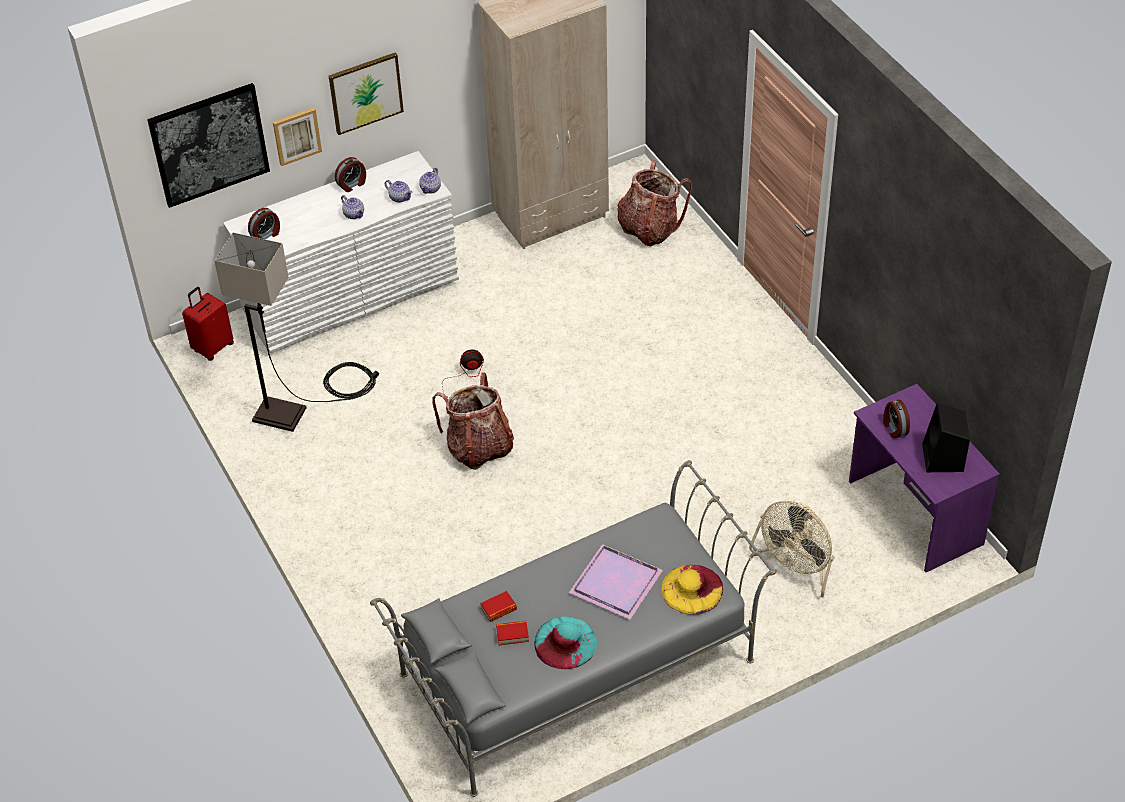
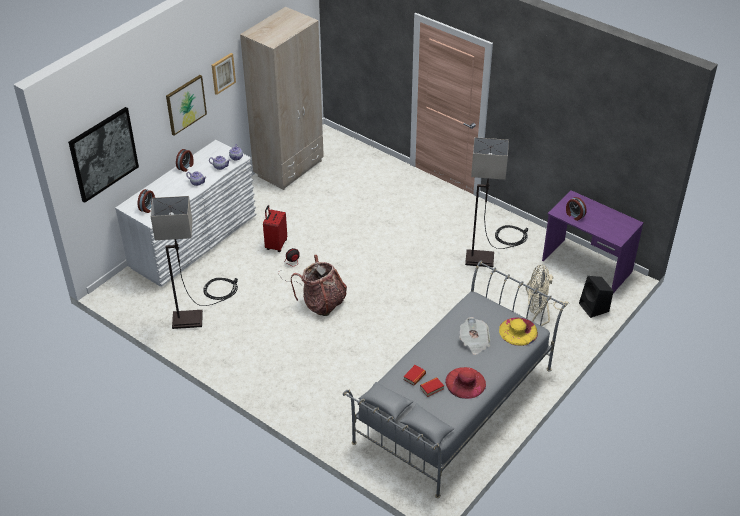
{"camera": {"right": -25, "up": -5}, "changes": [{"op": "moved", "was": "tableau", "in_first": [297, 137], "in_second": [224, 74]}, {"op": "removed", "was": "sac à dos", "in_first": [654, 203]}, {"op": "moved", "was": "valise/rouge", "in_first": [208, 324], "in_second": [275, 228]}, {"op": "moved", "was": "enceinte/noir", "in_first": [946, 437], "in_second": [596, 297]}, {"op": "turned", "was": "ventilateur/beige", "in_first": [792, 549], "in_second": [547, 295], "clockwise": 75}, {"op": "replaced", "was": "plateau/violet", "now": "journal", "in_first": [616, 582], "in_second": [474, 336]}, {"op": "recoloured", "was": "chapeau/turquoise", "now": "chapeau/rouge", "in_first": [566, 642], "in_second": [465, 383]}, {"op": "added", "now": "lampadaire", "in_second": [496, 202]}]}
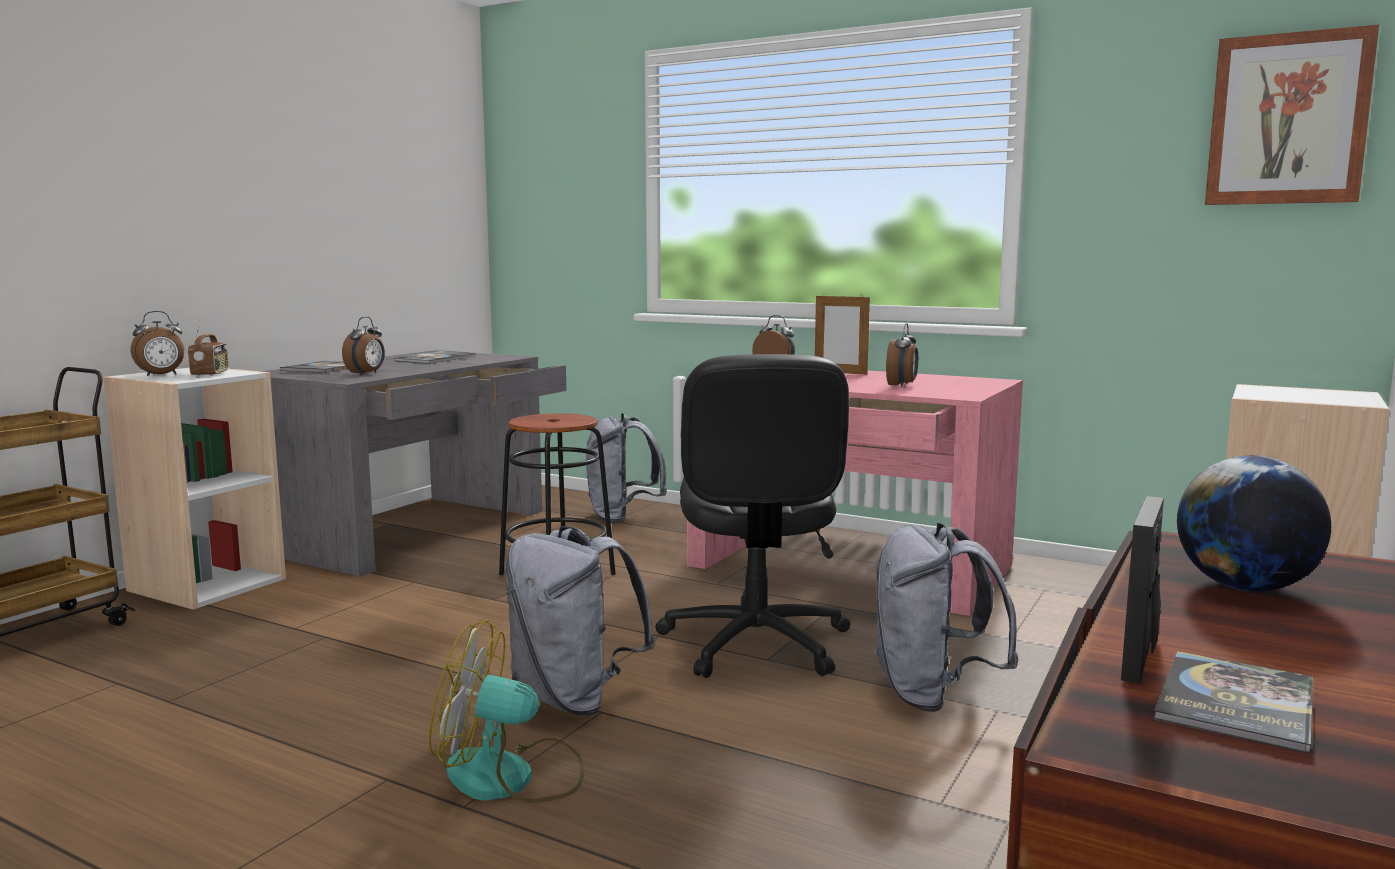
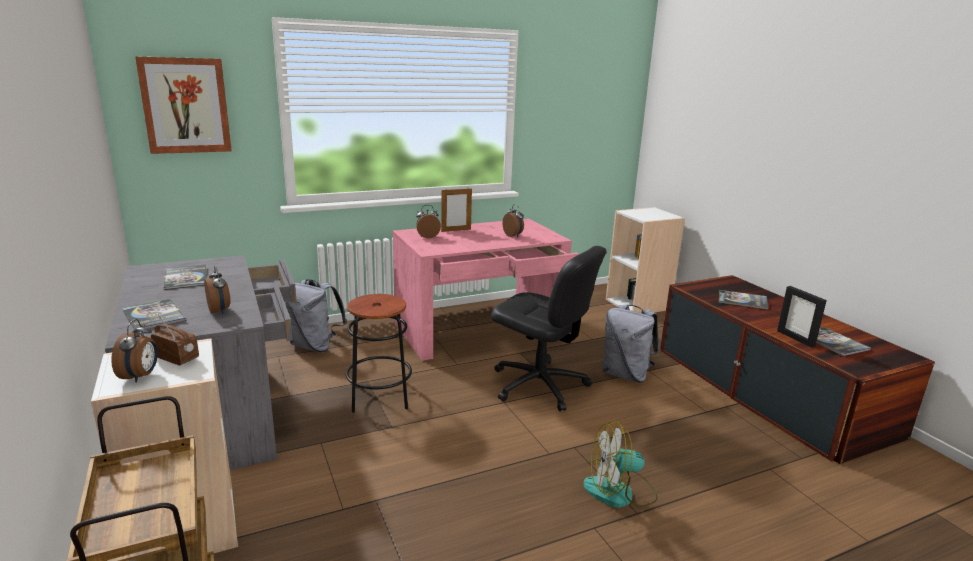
{"camera": {"right": -55, "up": 10}, "changes": [{"op": "moved", "was": "tableau", "in_first": [1292, 115], "in_second": [183, 105]}, {"op": "replaced", "was": "globe", "now": "livre", "in_first": [1254, 523], "in_second": [744, 300]}, {"op": "removed", "was": "sac à dos/gris", "in_first": [580, 620]}, {"op": "turned", "was": "ventilateur", "in_first": [506, 711], "in_second": [620, 464], "clockwise": 45}]}
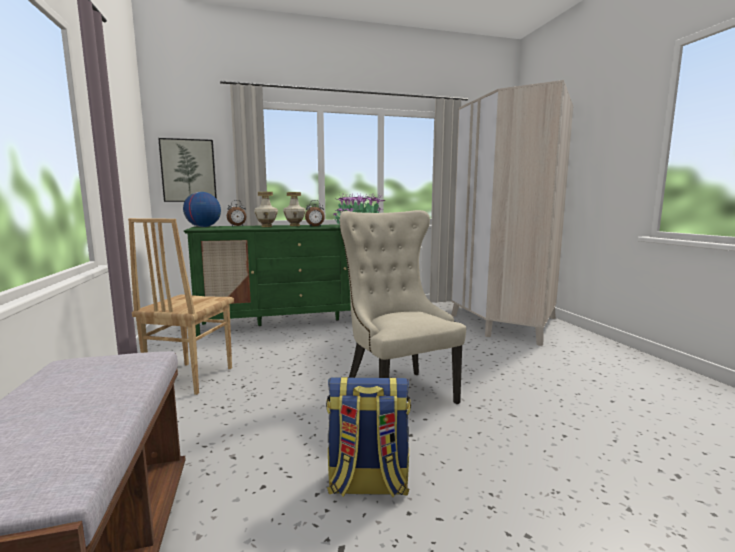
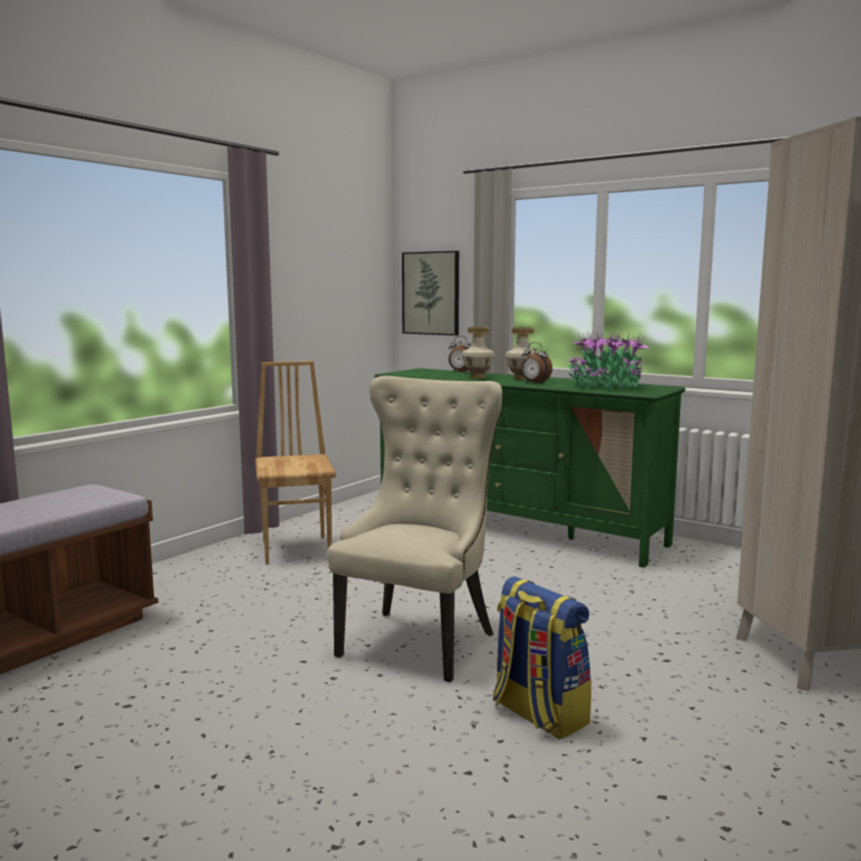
{"camera": {"right": 50, "up": 0}, "changes": [{"op": "removed", "was": "globe", "in_first": [202, 209]}, {"op": "turned", "was": "chaise/marron", "in_first": [181, 306], "in_second": [295, 463], "clockwise": 105}, {"op": "moved", "was": "sac à dos", "in_first": [368, 437], "in_second": [542, 658]}]}
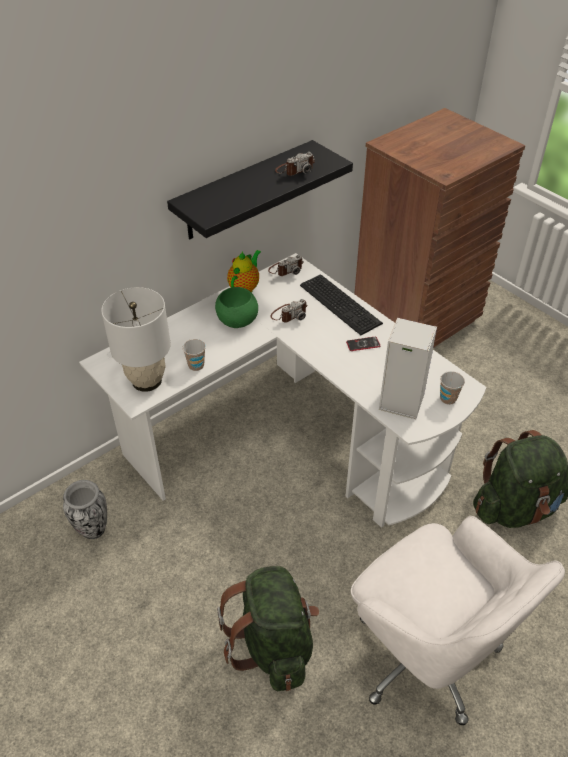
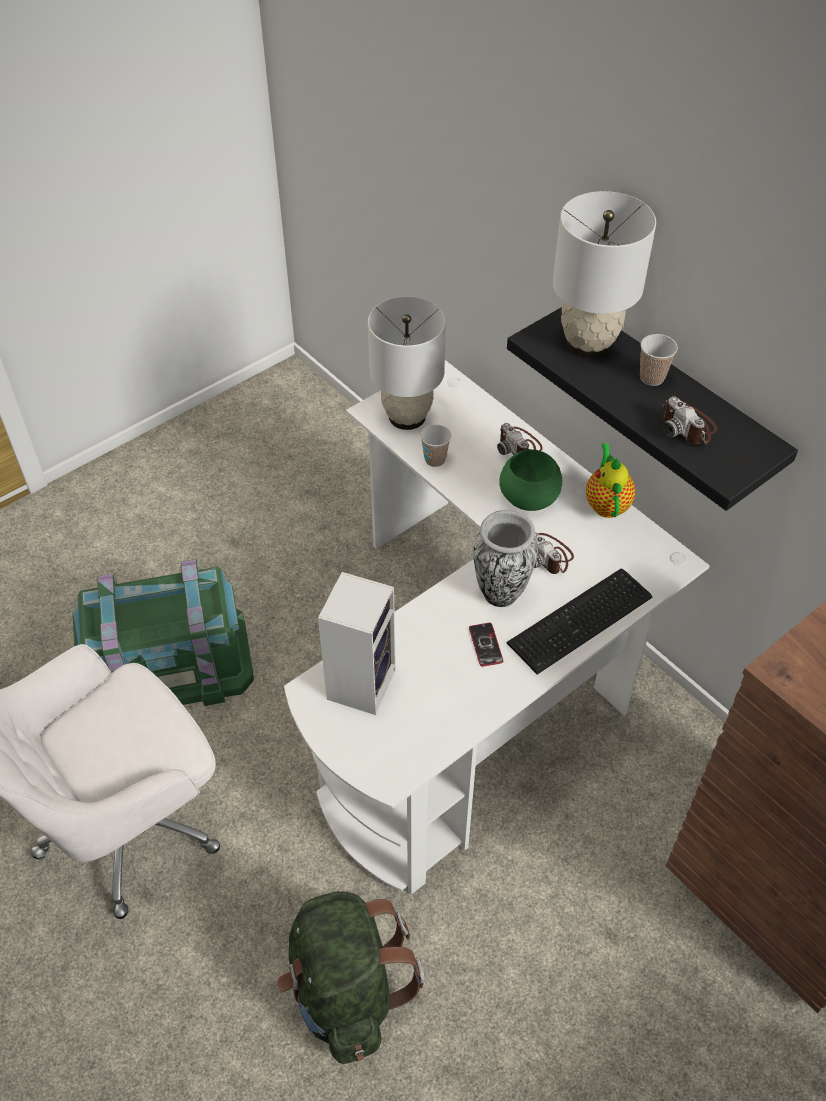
{"camera": {"right": 90, "up": 5}, "changes": [{"op": "turned", "was": "théière", "in_first": [244, 271], "in_second": [610, 480], "clockwise": -120}, {"op": "moved", "was": "appareil photo", "in_first": [286, 265], "in_second": [520, 439]}, {"op": "moved", "was": "tasse", "in_first": [452, 388], "in_second": [659, 360]}, {"op": "moved", "was": "vase", "in_first": [85, 509], "in_second": [505, 558]}, {"op": "replaced", "was": "sac à dos/vert", "now": "boîte de rangement/vert", "in_first": [268, 628], "in_second": [163, 632]}, {"op": "added", "now": "lampe de table/blanc", "in_second": [604, 274]}]}
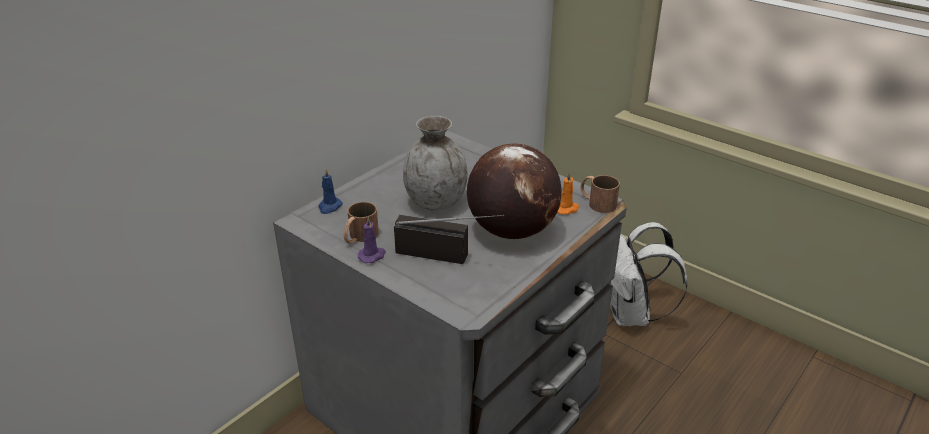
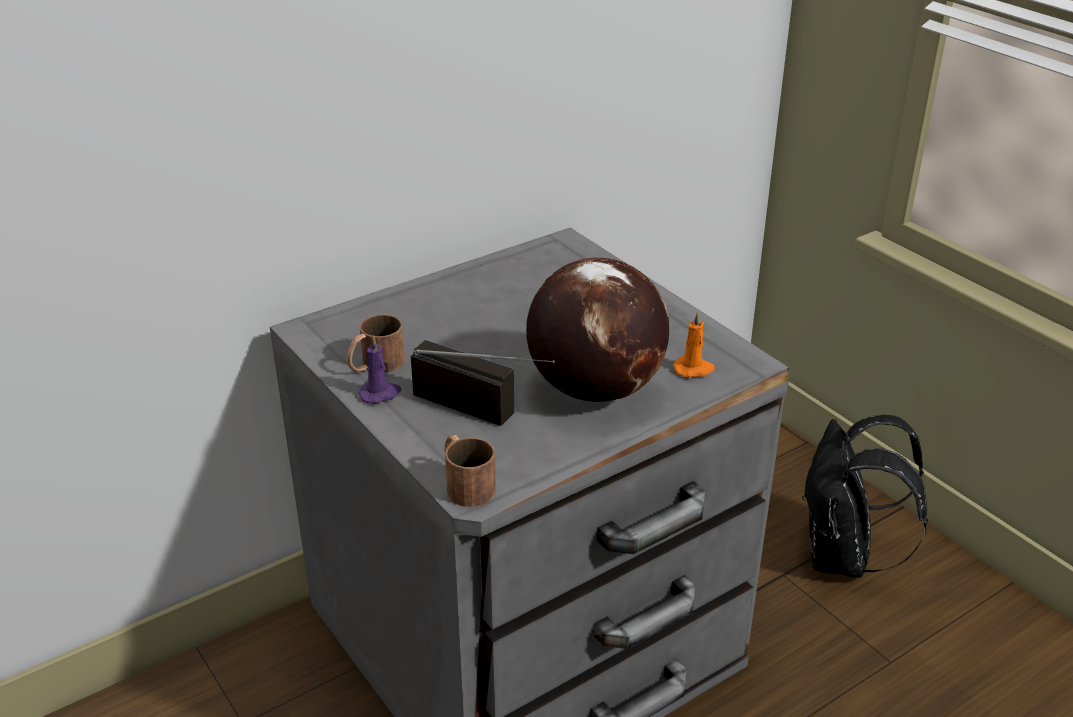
{"camera": {"right": 15, "up": 0}, "changes": [{"op": "removed", "was": "vase/gris", "in_first": [435, 163]}, {"op": "removed", "was": "bougie/bleu", "in_first": [330, 191]}, {"op": "moved", "was": "mug/marron", "in_first": [600, 194], "in_second": [470, 471]}, {"op": "recoloured", "was": "sac à dos/blanc", "now": "sac à dos/noir", "in_first": [649, 274], "in_second": [865, 496]}]}
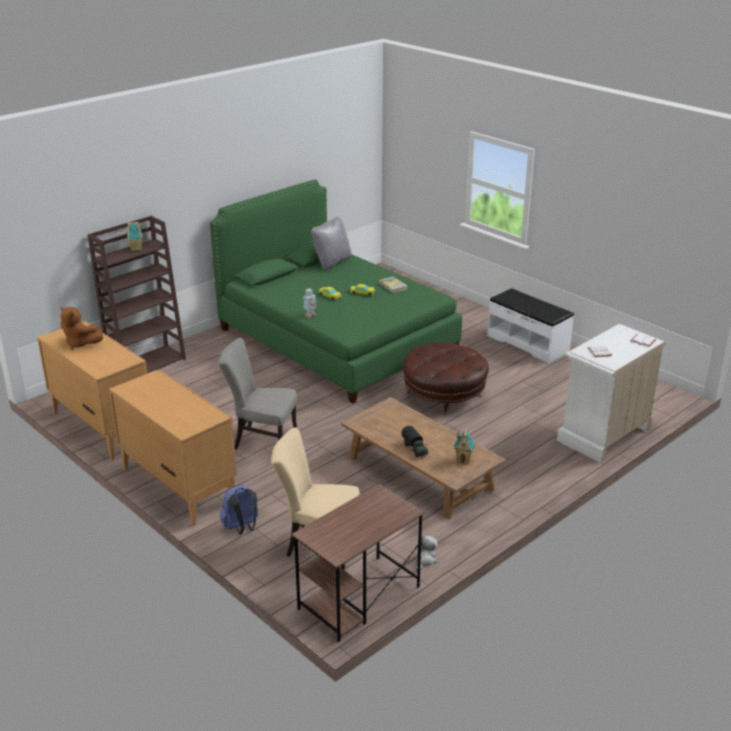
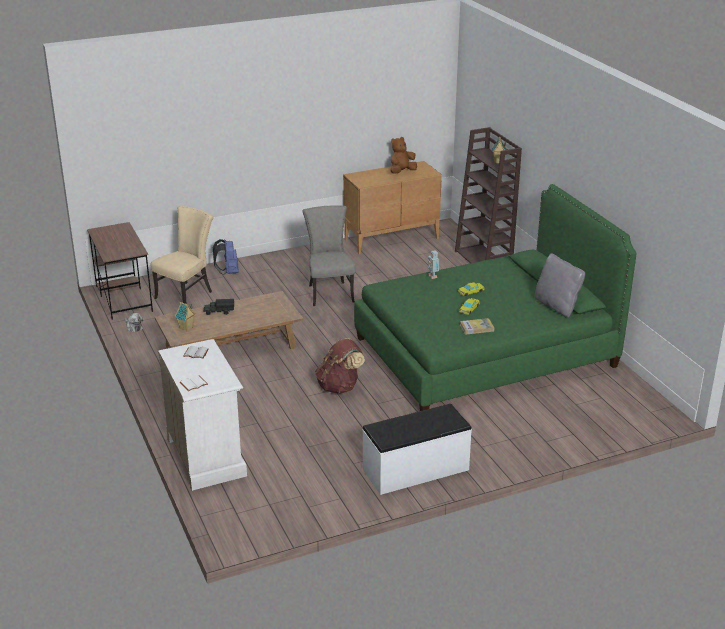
{"camera": {"right": 110, "up": 0}, "changes": [{"op": "turned", "was": "chaise/gris", "in_first": [257, 394], "in_second": [329, 256], "clockwise": -45}, {"op": "replaced", "was": "pouf/marron", "now": "sac à dos/marron", "in_first": [446, 378], "in_second": [340, 365]}, {"op": "removed", "was": "meuble de rangement/marron", "in_first": [173, 448]}]}
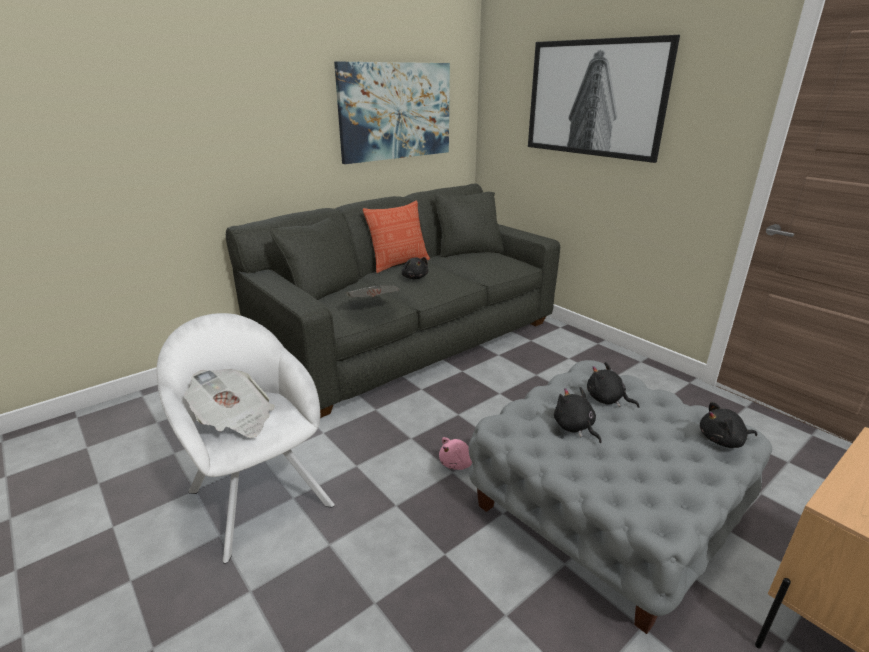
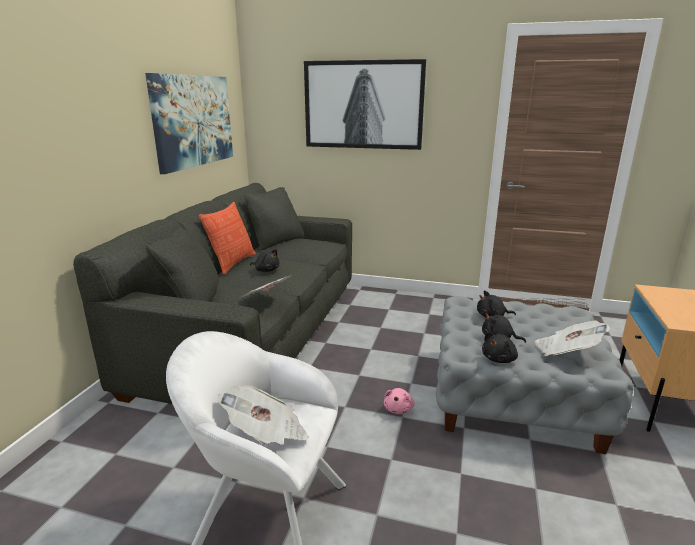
{"camera": {"right": -35, "up": -5}, "changes": [{"op": "moved", "was": "peluche/noir", "in_first": [729, 425], "in_second": [500, 347]}, {"op": "added", "now": "journal", "in_second": [572, 338]}]}
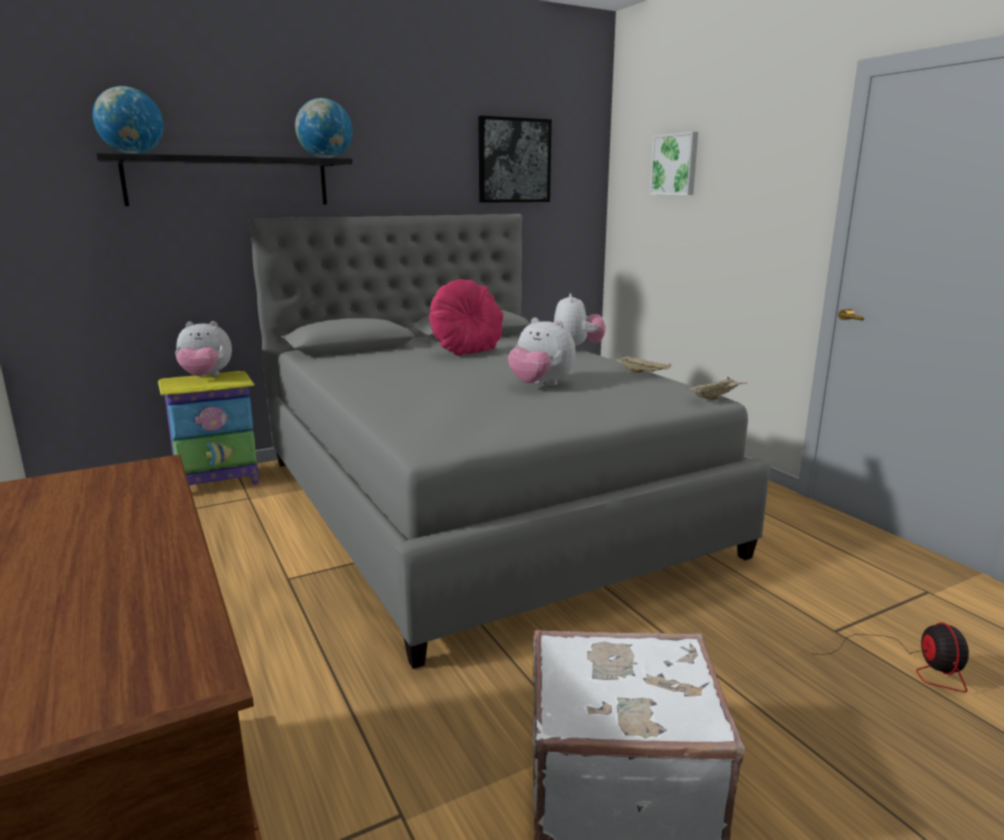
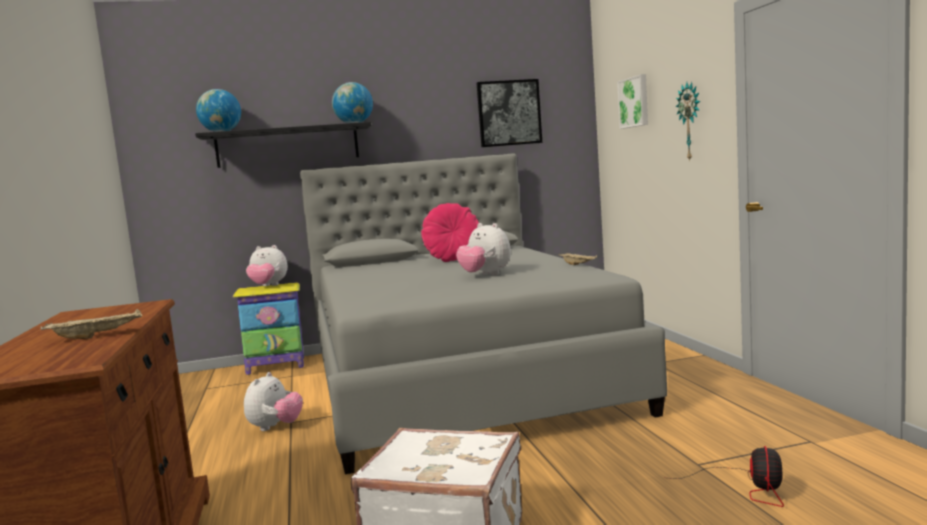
{"camera": {"right": 15, "up": -10}, "changes": [{"op": "moved", "was": "peluche", "in_first": [579, 319], "in_second": [273, 401]}, {"op": "moved", "was": "plateau/beige", "in_first": [716, 388], "in_second": [91, 324]}, {"op": "added", "now": "horloge murale", "in_second": [688, 122]}]}
